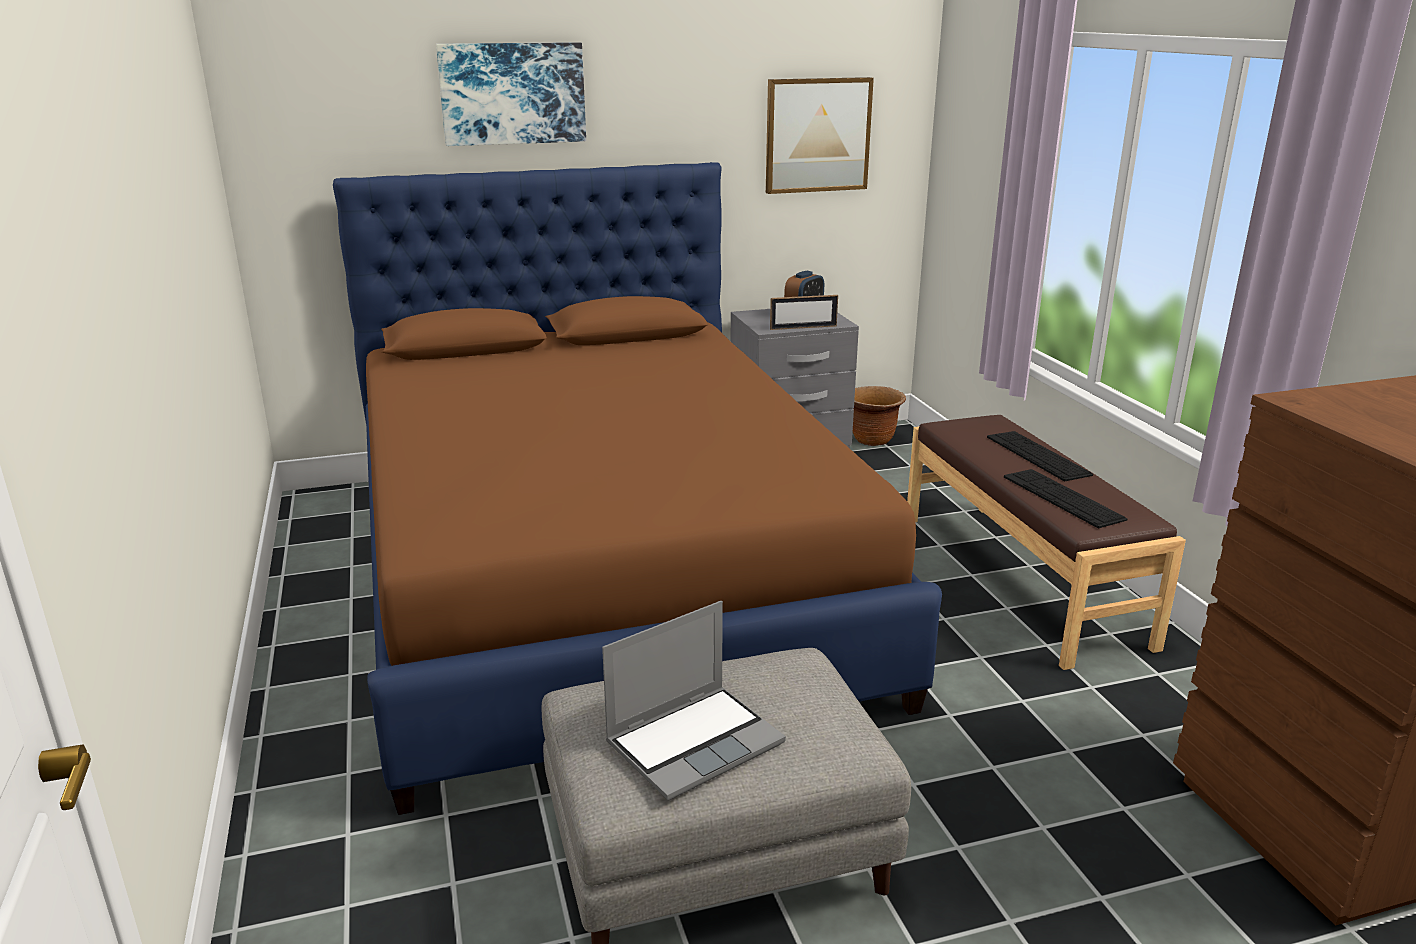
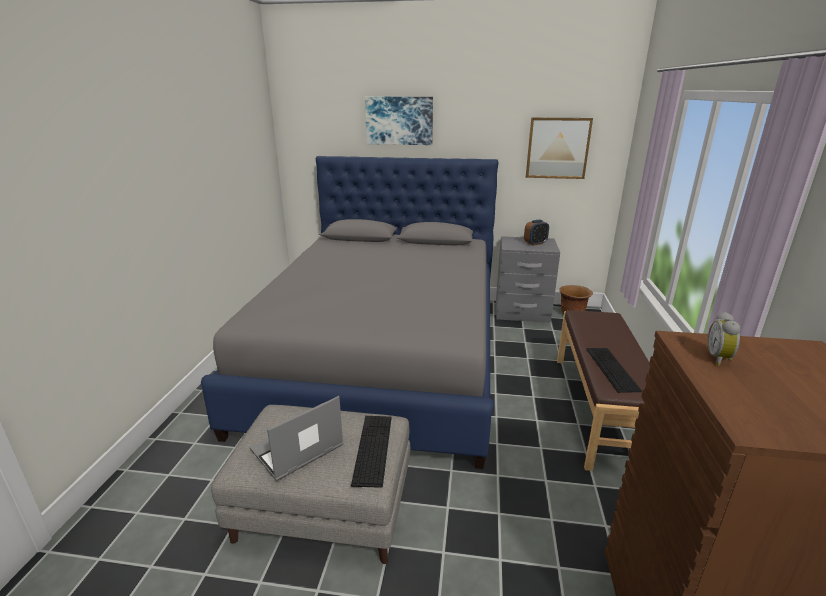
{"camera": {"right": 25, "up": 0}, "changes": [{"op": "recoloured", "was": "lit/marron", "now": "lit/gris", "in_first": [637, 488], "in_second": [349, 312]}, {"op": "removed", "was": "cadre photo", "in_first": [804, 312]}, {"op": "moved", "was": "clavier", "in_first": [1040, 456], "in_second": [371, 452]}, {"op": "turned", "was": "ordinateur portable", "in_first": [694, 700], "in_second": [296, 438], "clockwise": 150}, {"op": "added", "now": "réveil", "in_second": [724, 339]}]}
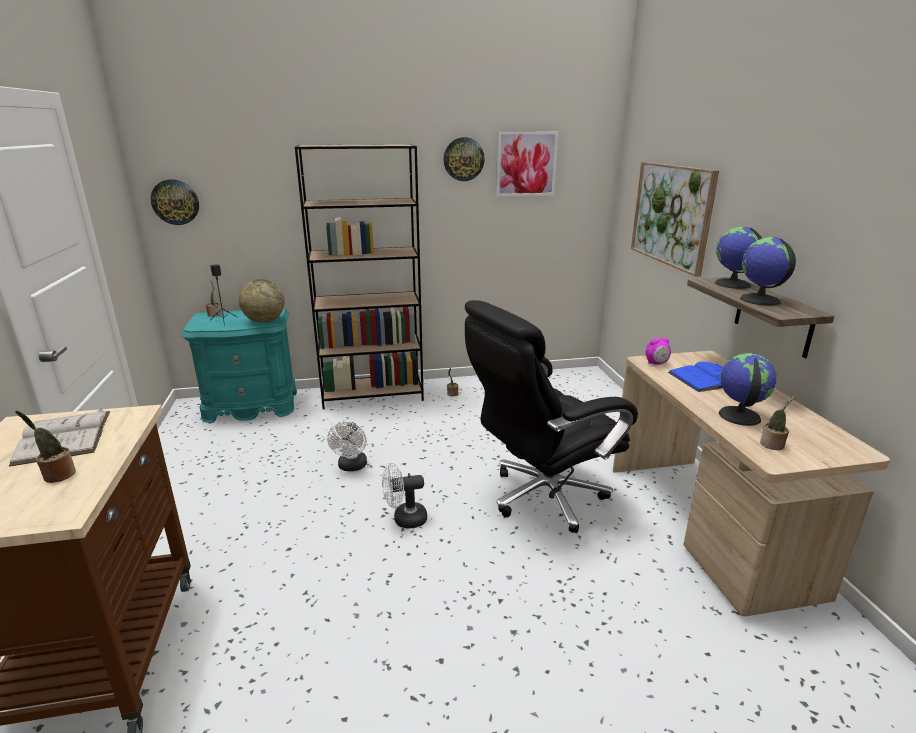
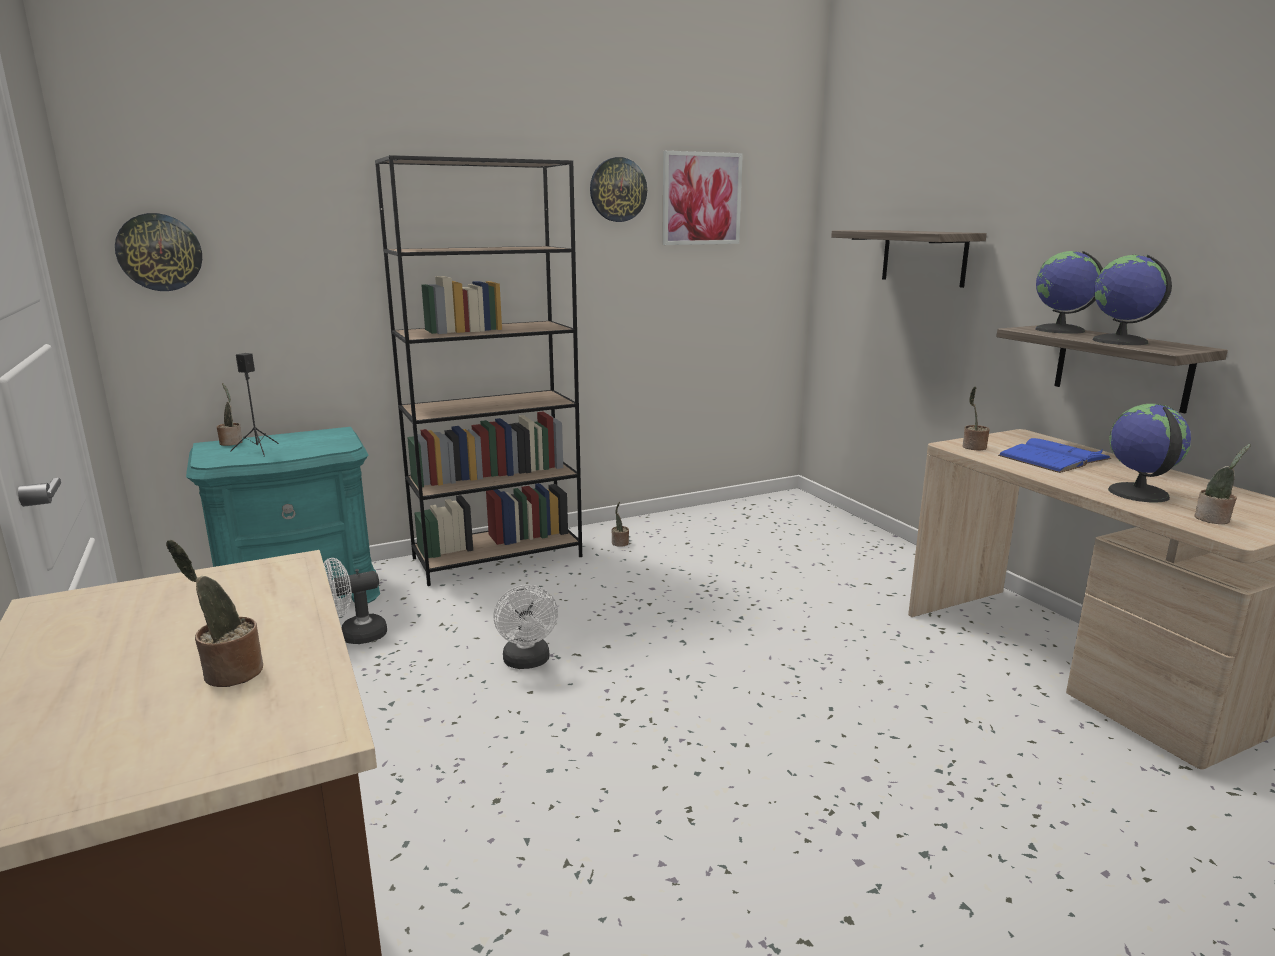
{"camera": {"right": -15, "up": -5}, "changes": [{"op": "replaced", "was": "tableau", "now": "étagère", "in_first": [675, 219], "in_second": [909, 259]}, {"op": "removed", "was": "globe", "in_first": [262, 301]}, {"op": "removed", "was": "chaise de bureau/noir", "in_first": [551, 416]}, {"op": "replaced", "was": "réveil", "now": "plante en pot", "in_first": [658, 351], "in_second": [976, 418]}, {"op": "removed", "was": "livre/blanc", "in_first": [59, 437]}, {"op": "moved", "was": "ventilateur/blanc", "in_first": [404, 496], "in_second": [355, 601]}]}
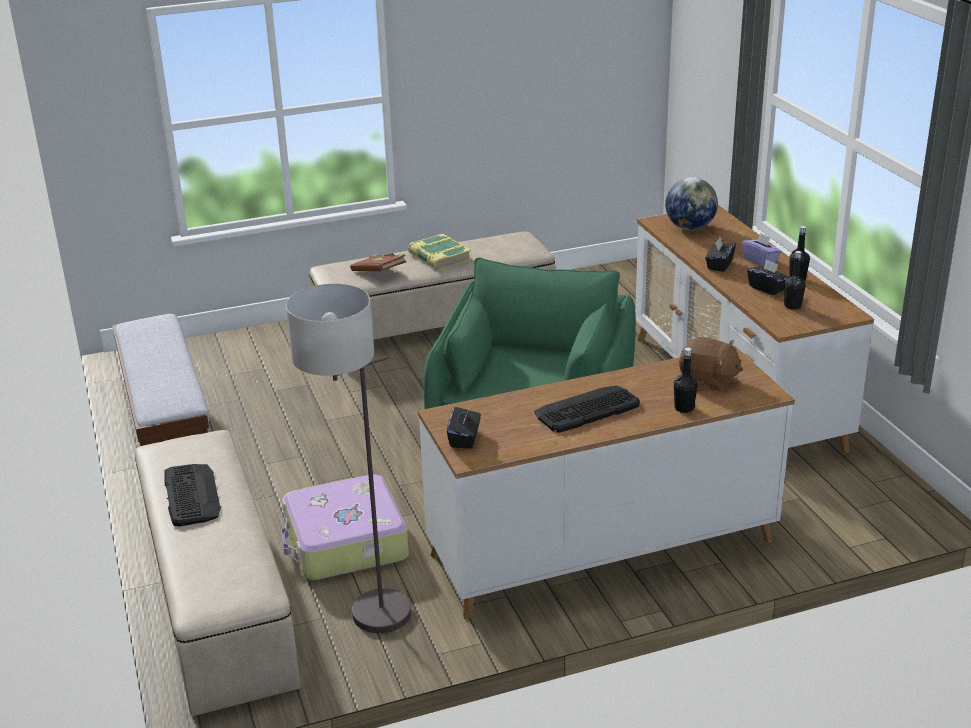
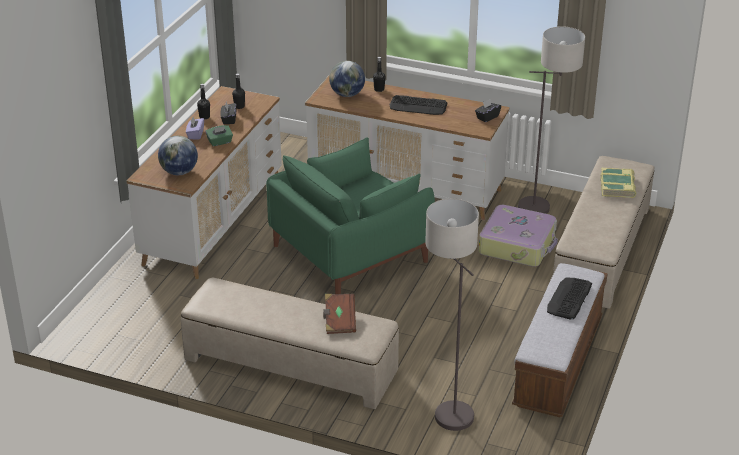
{"camera": {"right": -140, "up": 5}, "changes": [{"op": "moved", "was": "livre", "in_first": [439, 252], "in_second": [618, 183]}, {"op": "recoloured", "was": "boîte à mouchoirs/noir", "now": "boîte à mouchoirs/vert", "in_first": [720, 254], "in_second": [219, 135]}, {"op": "replaced", "was": "peluche/marron", "now": "globe", "in_first": [711, 364], "in_second": [347, 79]}, {"op": "moved", "was": "clavier", "in_first": [192, 495], "in_second": [569, 298]}, {"op": "added", "now": "lampadaire/gris", "in_second": [452, 315]}]}
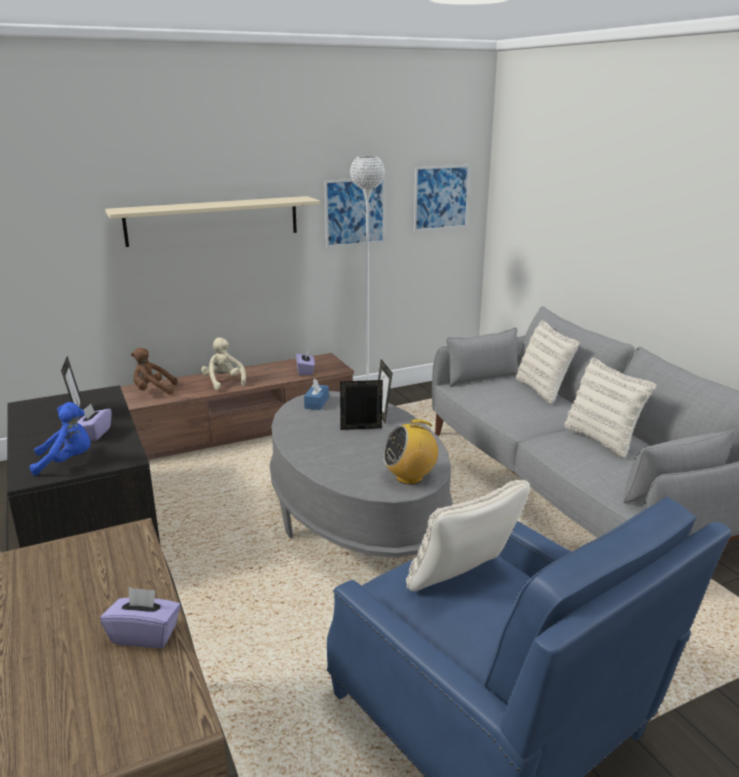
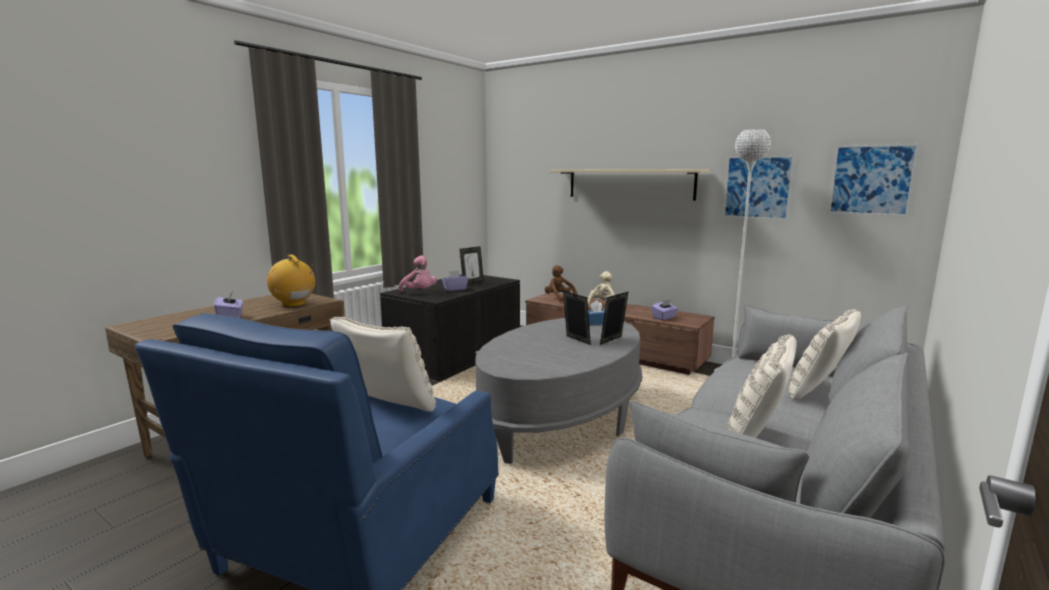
{"camera": {"right": 60, "up": -10}, "changes": [{"op": "recoloured", "was": "peluche/bleu", "now": "peluche/rose", "in_first": [60, 438], "in_second": [417, 274]}, {"op": "moved", "was": "radio", "in_first": [410, 452], "in_second": [291, 280]}]}
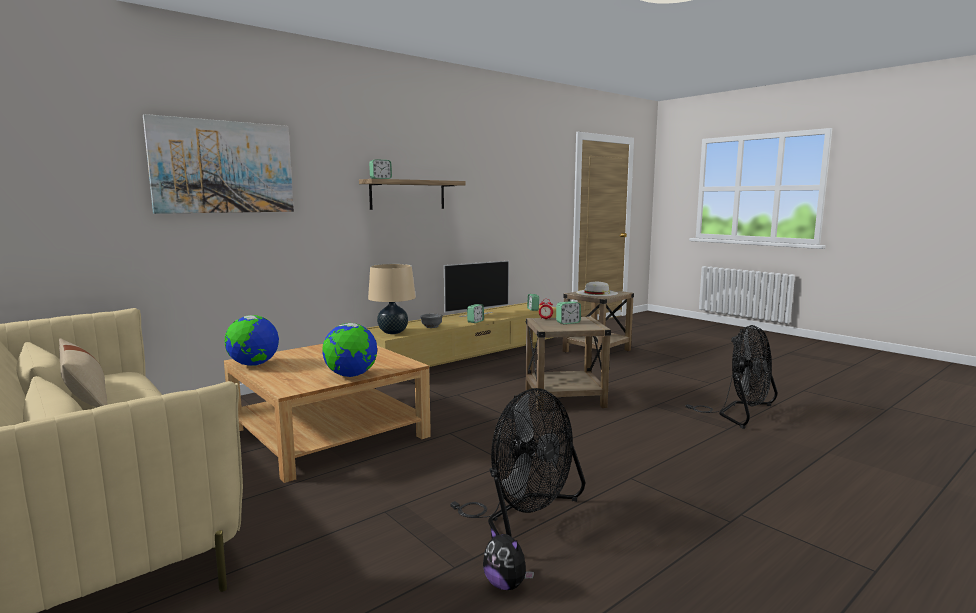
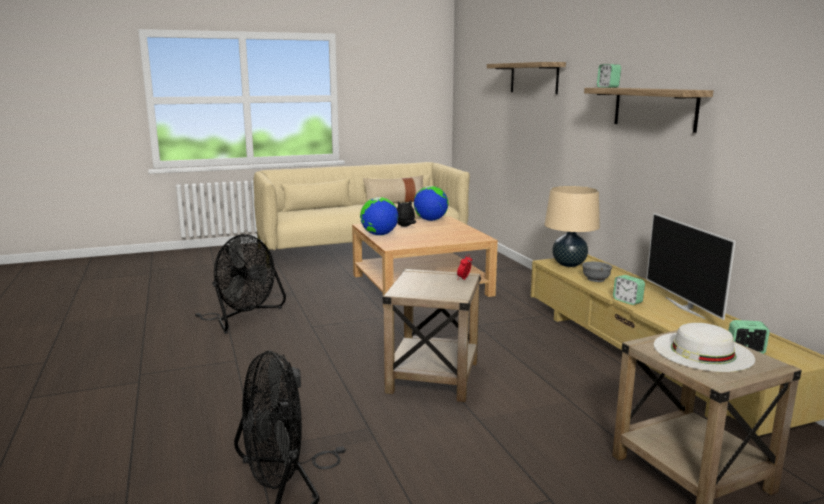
{"camera": {"right": 110, "up": 5}, "changes": [{"op": "replaced", "was": "tableau", "now": "étagère", "in_first": [218, 164], "in_second": [526, 78]}, {"op": "removed", "was": "réveil", "in_first": [568, 312]}, {"op": "turned", "was": "ventilateur/noir", "in_first": [517, 462], "in_second": [240, 284], "clockwise": -120}, {"op": "moved", "was": "peluche", "in_first": [508, 558], "in_second": [406, 214]}]}
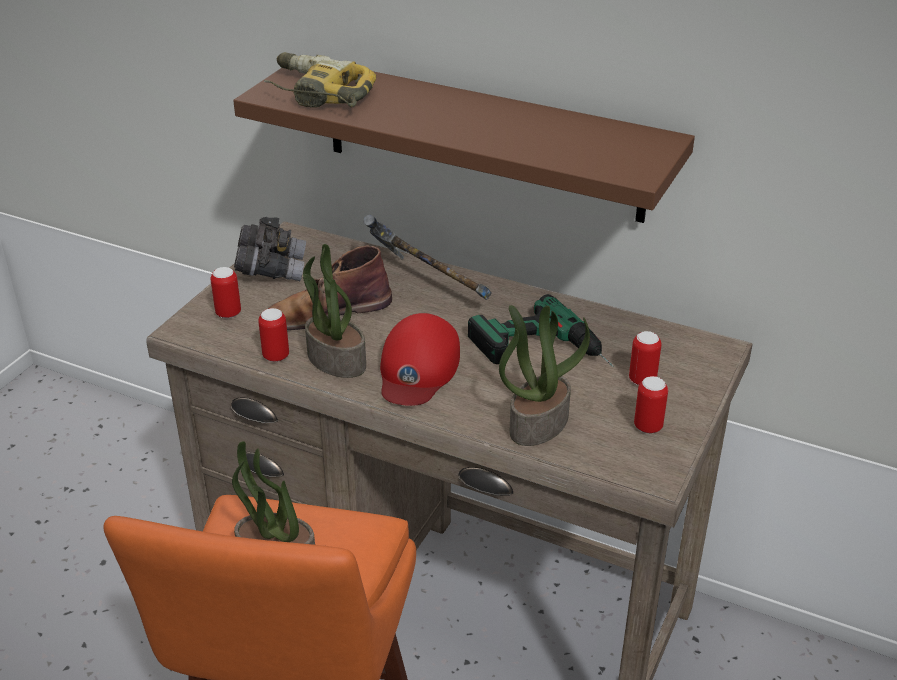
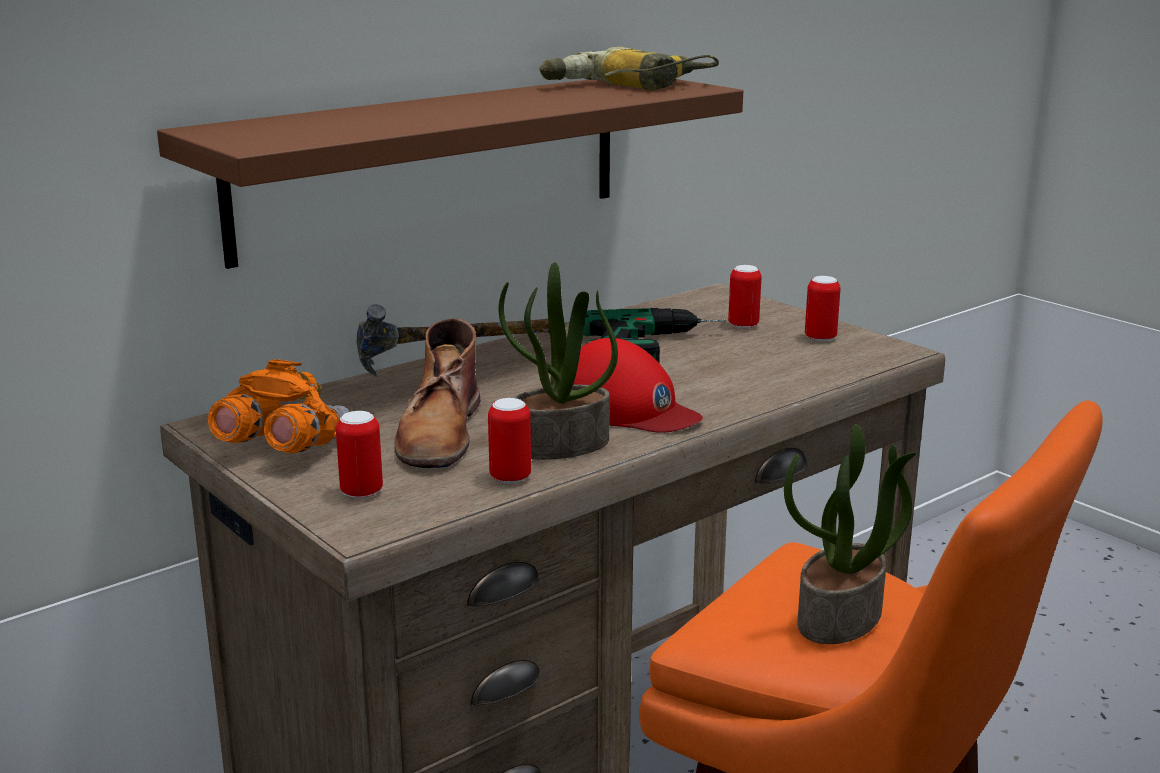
{"camera": {"right": -65, "up": -15}, "changes": [{"op": "moved", "was": "perceuse", "in_first": [320, 80], "in_second": [629, 68]}, {"op": "recoloured", "was": "jumelles/gris", "now": "jumelles/orange", "in_first": [270, 249], "in_second": [279, 406]}, {"op": "removed", "was": "plante en pot", "in_first": [544, 375]}]}
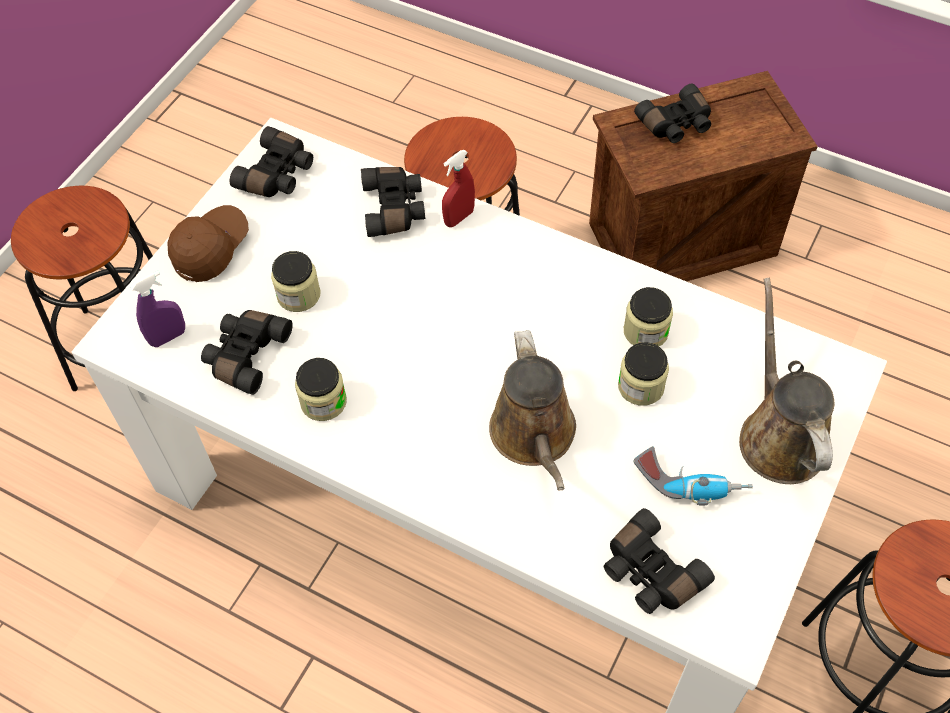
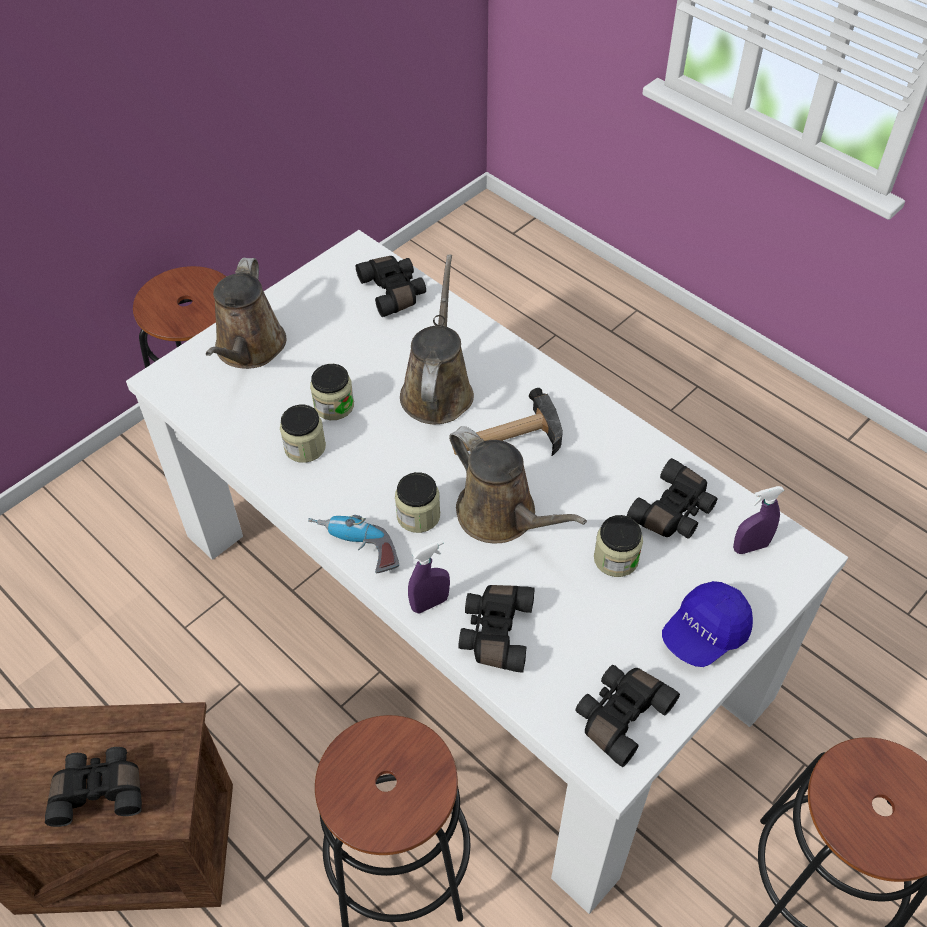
{"camera": {"right": -165, "up": -5}, "changes": [{"op": "recoloured", "was": "vaporisateur/rouge", "now": "vaporisateur/violet", "in_first": [458, 188], "in_second": [429, 577]}, {"op": "recoloured", "was": "casquette/marron", "now": "casquette/bleu", "in_first": [208, 243], "in_second": [707, 624]}, {"op": "moved", "was": "bocal", "in_first": [321, 389], "in_second": [417, 502]}, {"op": "moved", "was": "perceuse", "in_first": [693, 475], "in_second": [353, 544]}, {"op": "added", "now": "marteau", "in_second": [508, 422]}, {"op": "added", "now": "arrosoir/marron", "in_second": [518, 484]}]}
